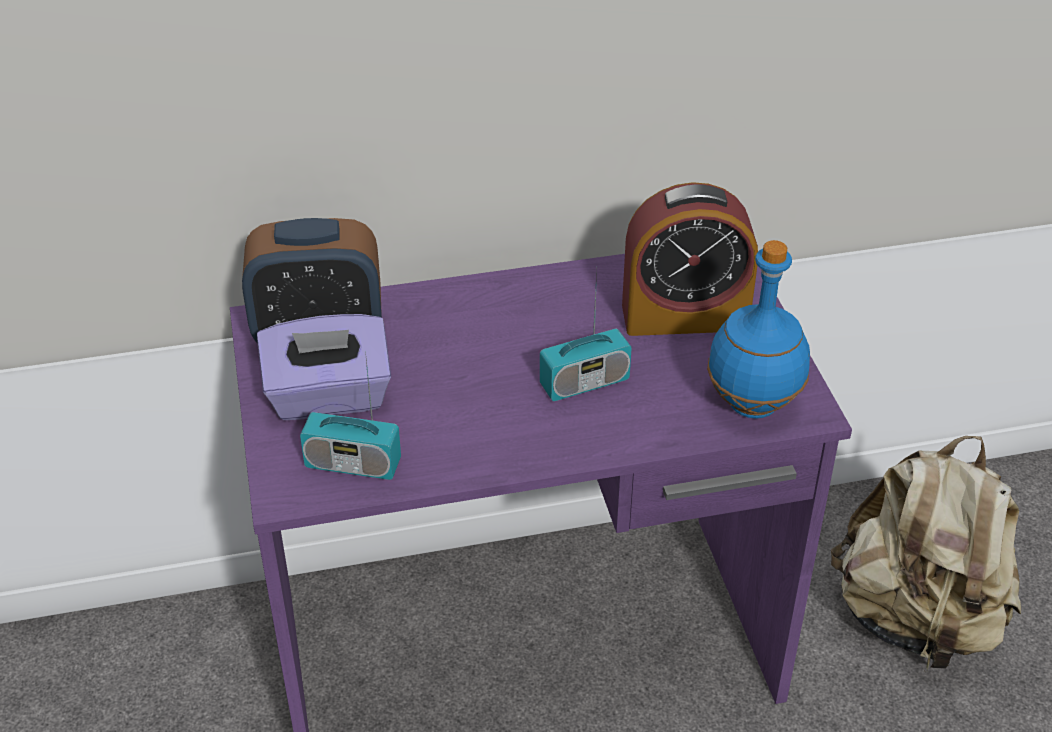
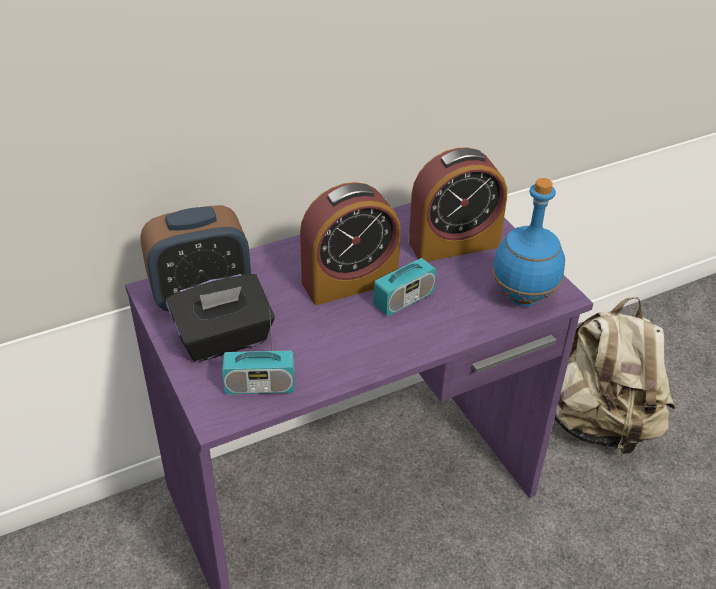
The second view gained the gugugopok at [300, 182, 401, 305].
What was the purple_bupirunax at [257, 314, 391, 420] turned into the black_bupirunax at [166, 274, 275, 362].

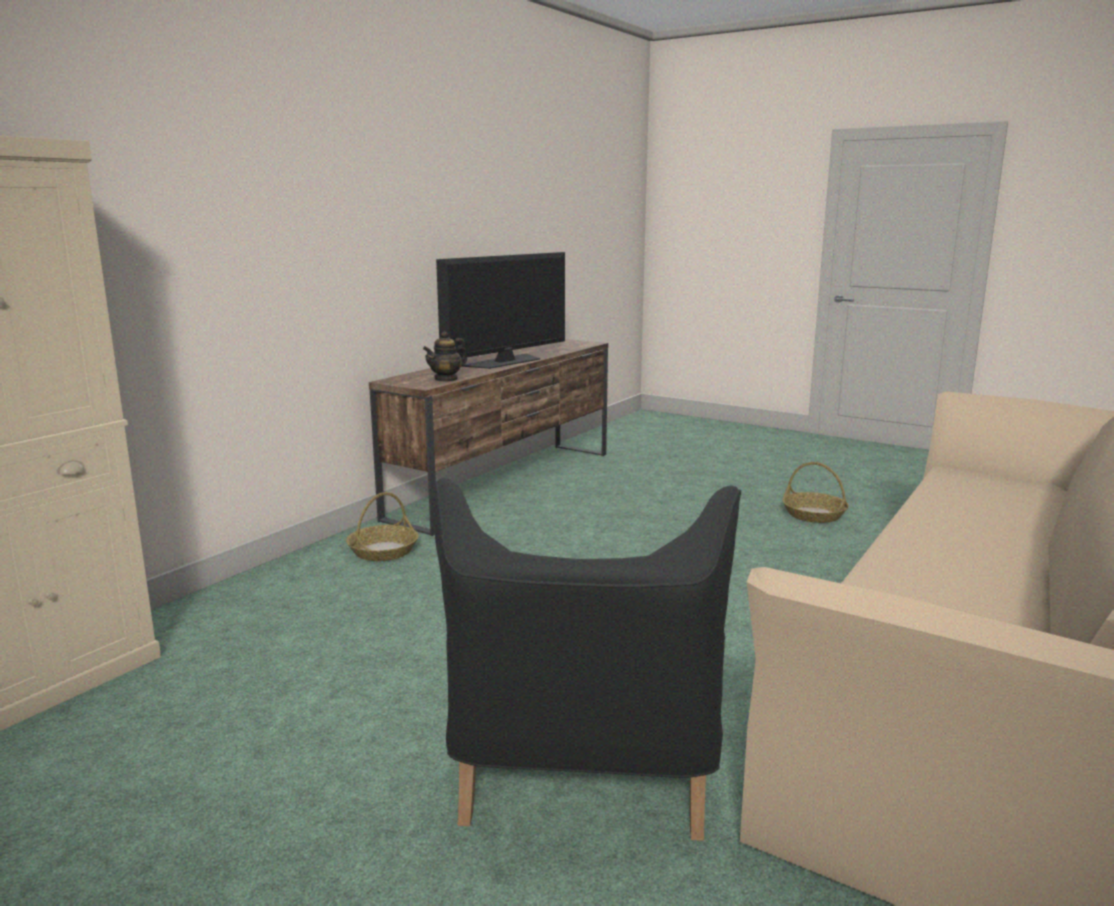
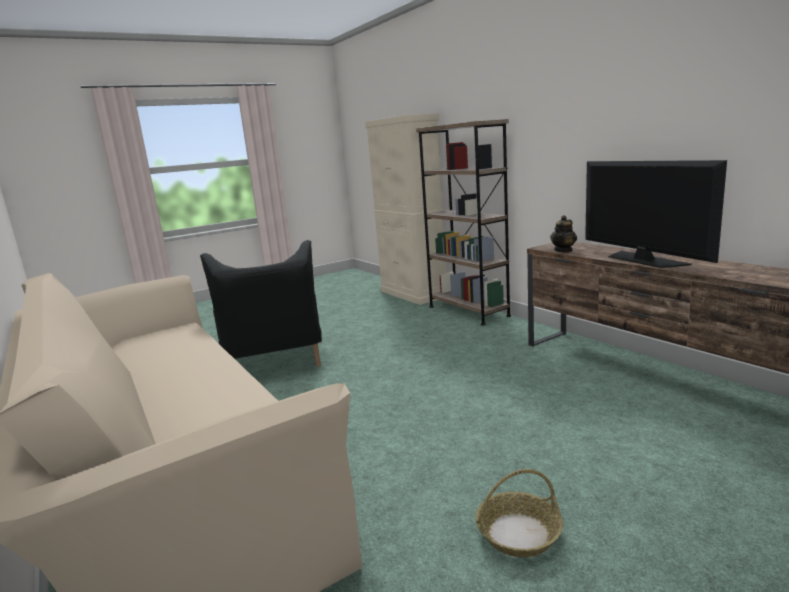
The second view lost the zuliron at [346, 492, 418, 561].
The second view gained the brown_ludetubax at [416, 119, 511, 326].
The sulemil at [423, 331, 467, 382] ended up facing another way, 120 degrees counterclockwise from before.
The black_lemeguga at [434, 478, 741, 841] ended up facing another way, 135 degrees counterclockwise from before.

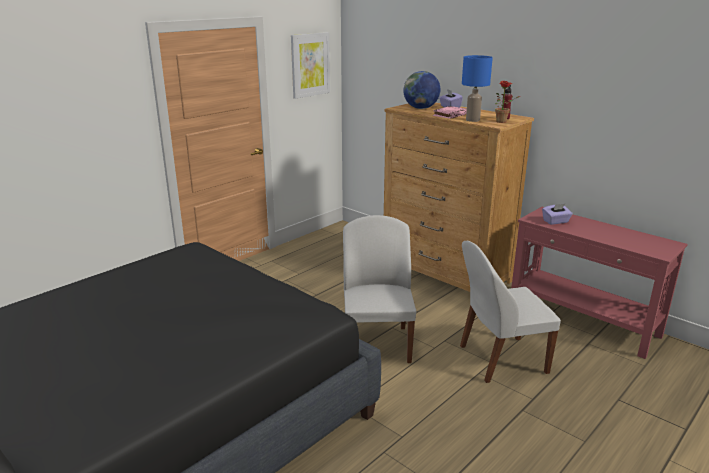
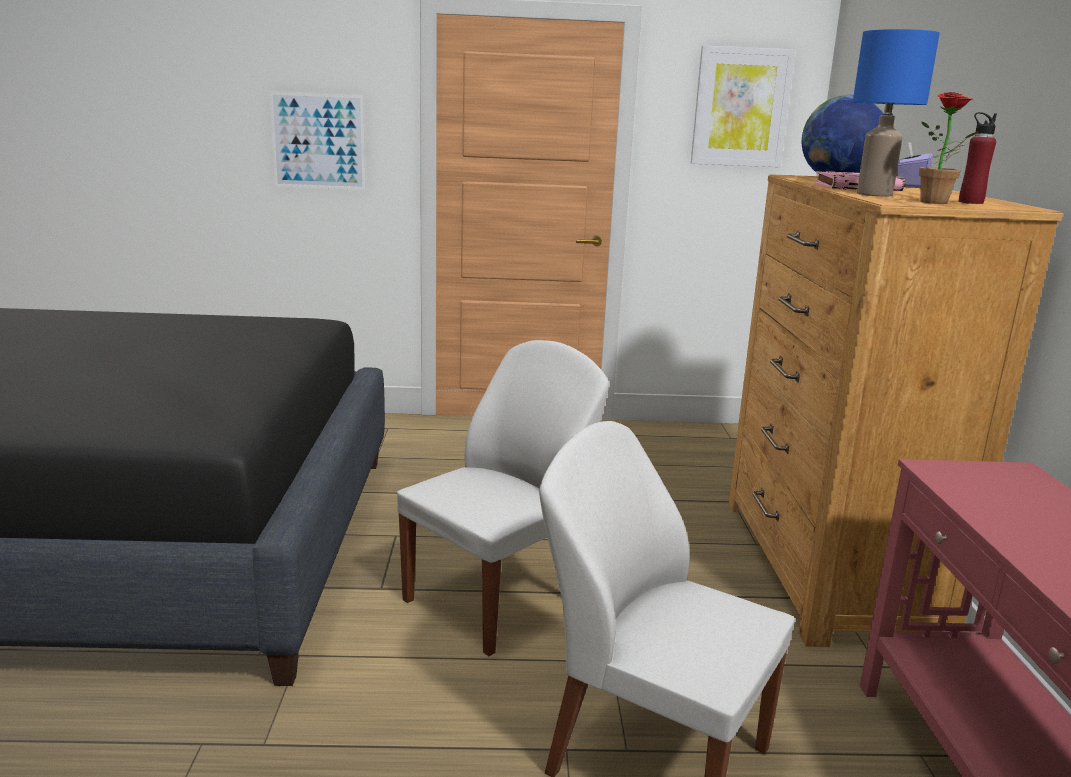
The second view lost the purple_bupirunax at [542, 204, 573, 225].
The second view gained the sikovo at [270, 91, 366, 190].

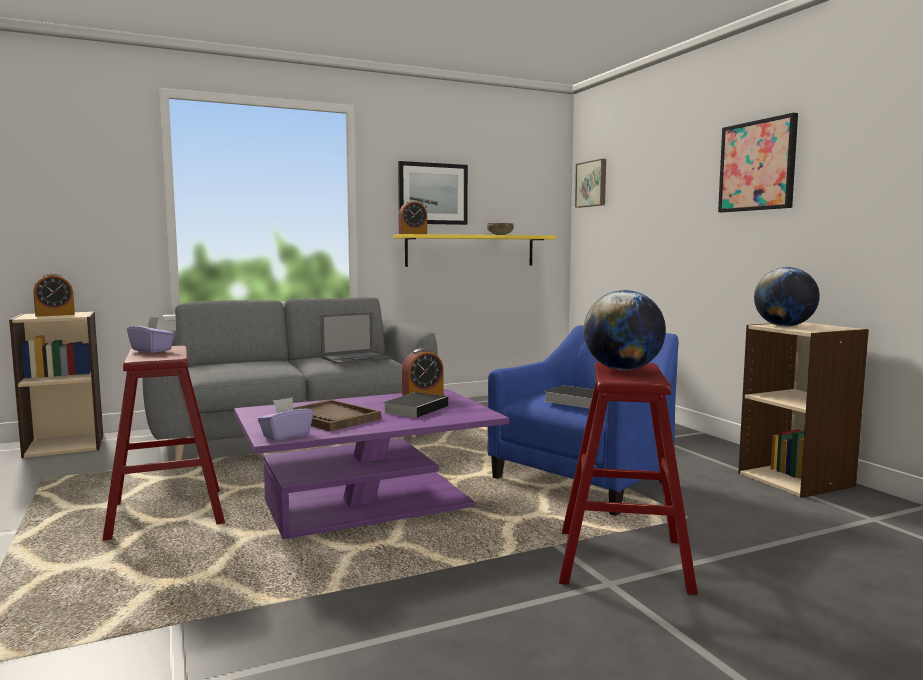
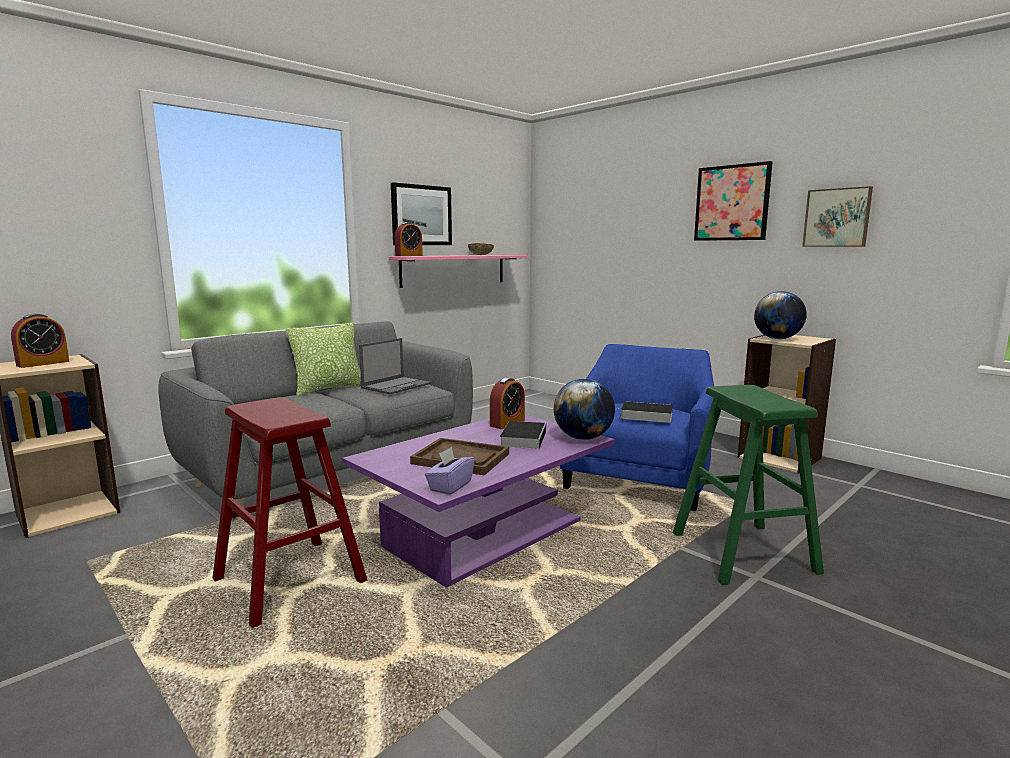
The second view lost the purple_bupirunax at [127, 317, 175, 353].
The second view gained the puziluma at [285, 323, 361, 396].
The sikovo ended up elsewhere, having gone from [575, 159, 606, 208] to [802, 186, 873, 247].
The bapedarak ended up elsewhere, having gone from [584, 290, 666, 370] to [554, 379, 615, 440].
What was the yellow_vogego at [393, 234, 556, 267] turned into the pink_vogego at [389, 255, 527, 288].
What was the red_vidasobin at [559, 362, 698, 595] turned into the green_vidasobin at [673, 385, 824, 585].

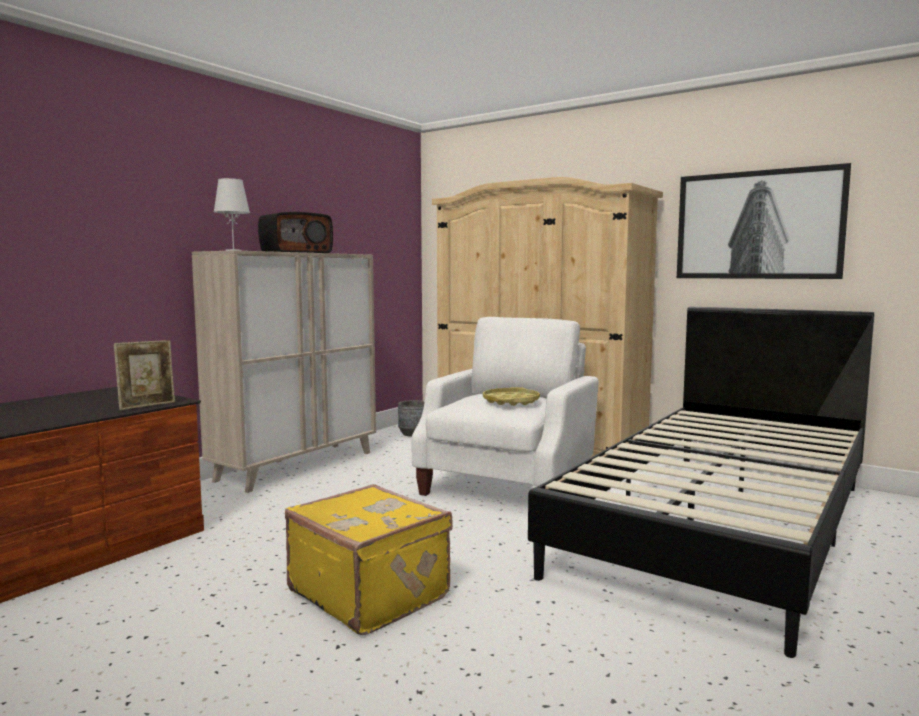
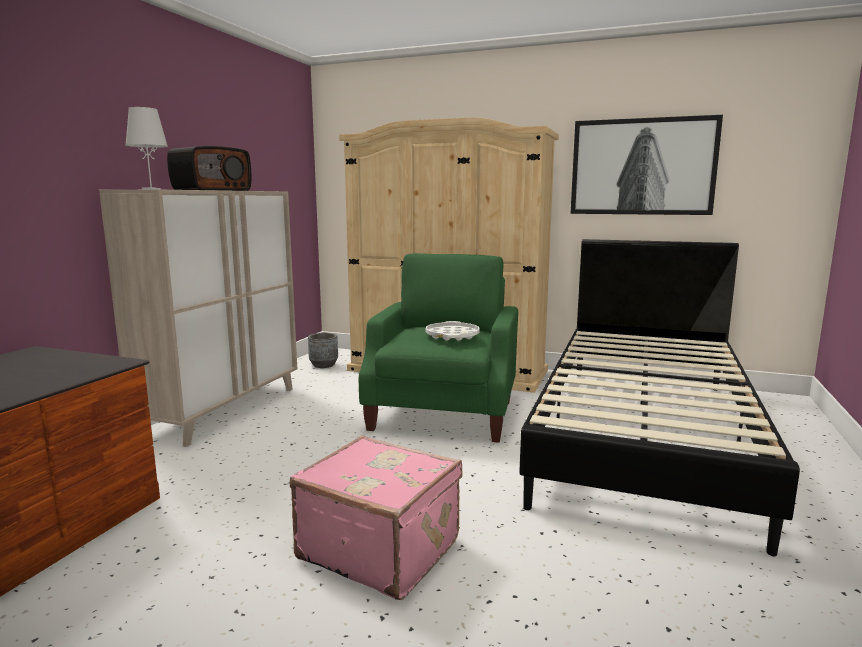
The second view lost the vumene at [114, 340, 175, 410].
What was the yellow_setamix at [285, 484, 453, 635] turned into the pink_setamix at [290, 435, 463, 600].
What was the white_lemeguga at [412, 317, 599, 496] turned into the green_lemeguga at [359, 253, 518, 443].
What was the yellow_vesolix at [483, 387, 540, 406] turned into the white_vesolix at [426, 321, 480, 341].

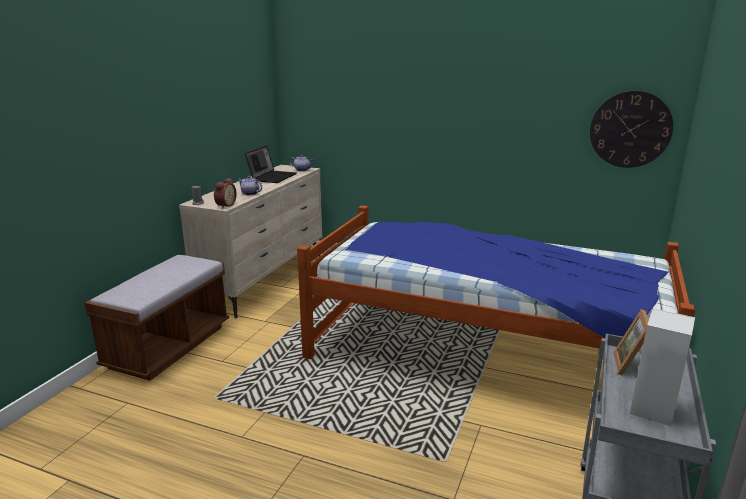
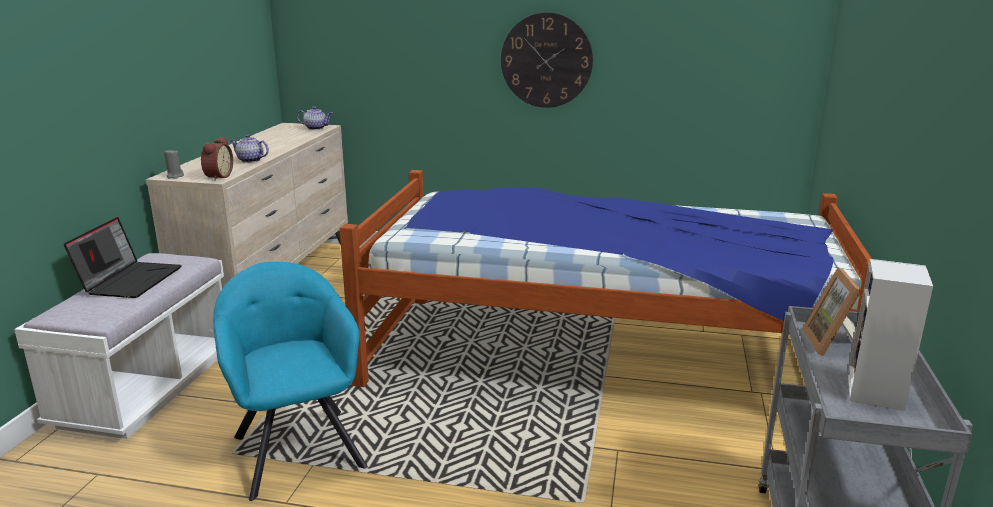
The second view gained the turquoise_lemeguga at [213, 262, 368, 501].
The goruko ended up elsewhere, having gone from [245, 146, 297, 183] to [64, 217, 182, 298].
The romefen ended up elsewhere, having gone from [590, 91, 673, 168] to [501, 12, 593, 108].
What was the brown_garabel at [85, 255, 229, 381] turned into the white_garabel at [14, 253, 224, 439].

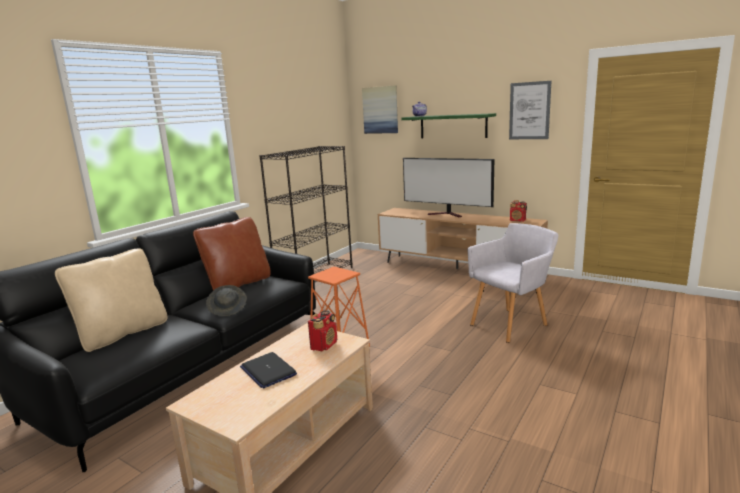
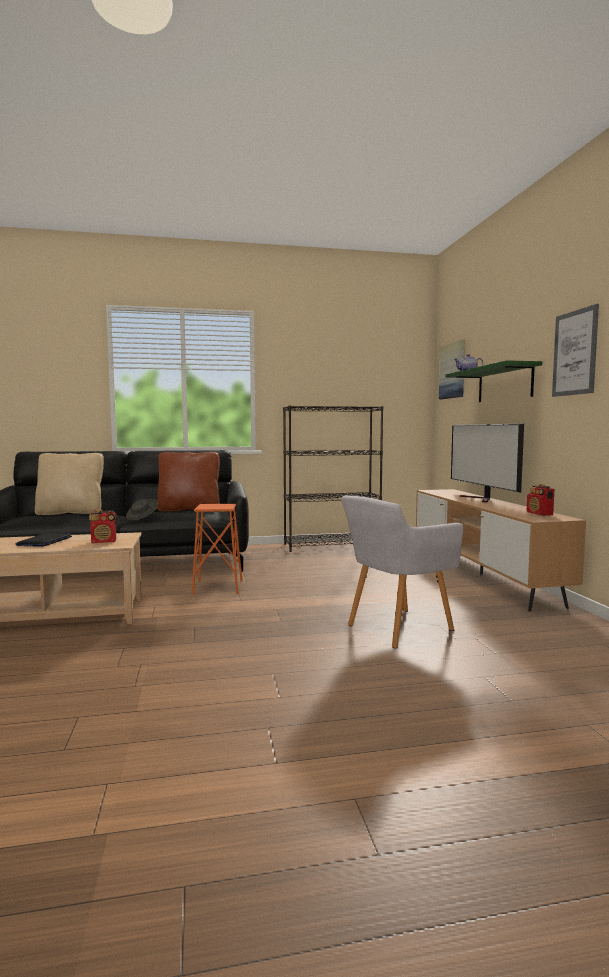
The grey_lemeguga at [468, 223, 559, 343] ended up facing another way, 135 degrees clockwise from before.

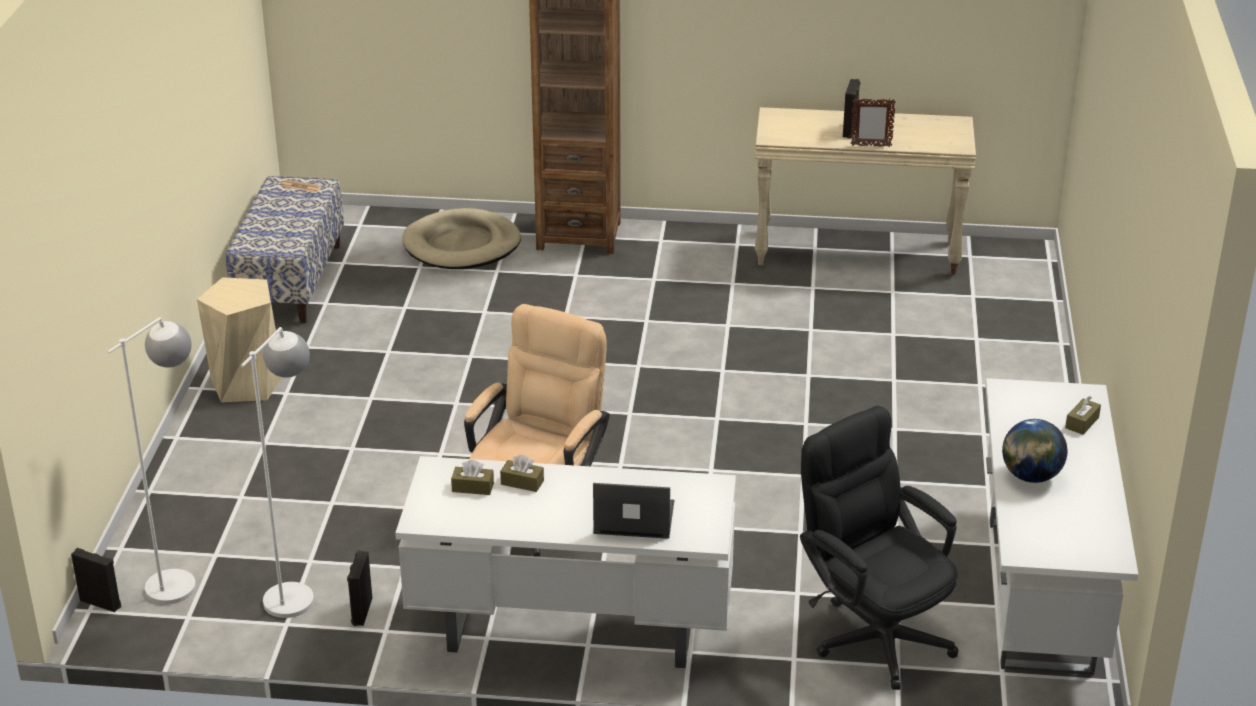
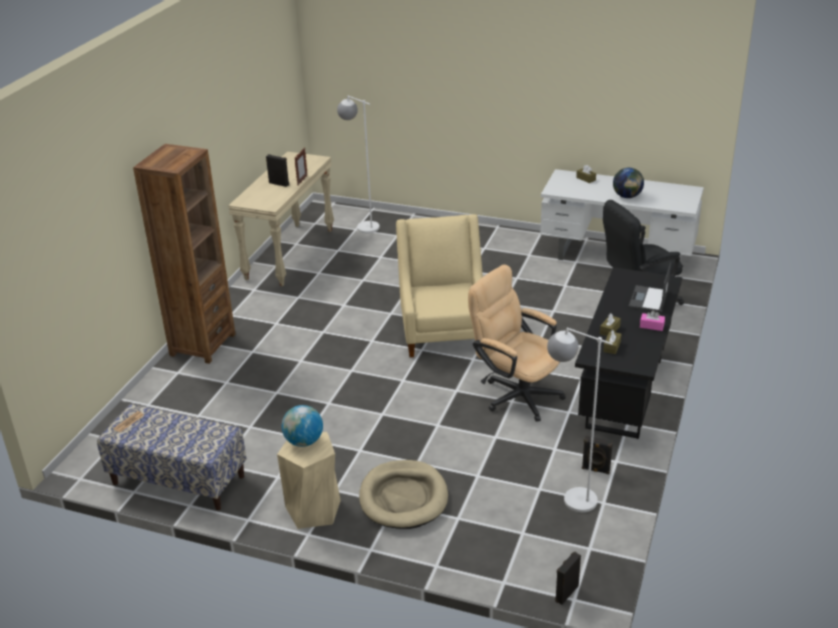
The second view gained the bapedarak at [282, 405, 323, 447].
The second view gained the beige_lemeguga at [396, 214, 483, 357].
The second view gained the pink_bupirunax at [640, 310, 665, 331].
The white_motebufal ended up elsewhere, having gone from [107, 317, 196, 604] to [337, 96, 380, 233].
The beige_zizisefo ended up elsewhere, having gone from [402, 208, 521, 269] to [359, 460, 448, 529].
What was the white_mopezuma at [395, 456, 736, 668] turned into the black_mopezuma at [575, 267, 683, 439].

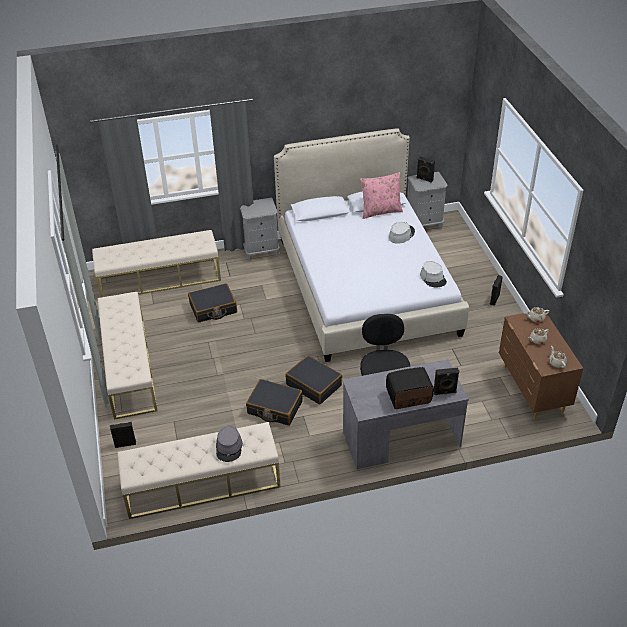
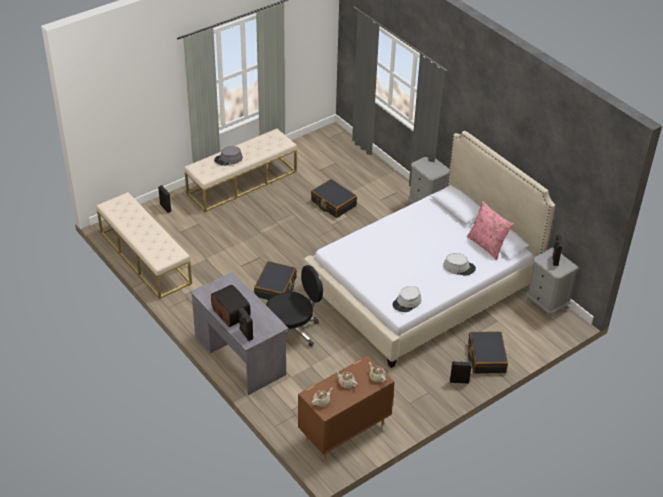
The second view lost the beige_garabel at [92, 230, 221, 297].
The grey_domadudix ended up elsewhere, having gone from [216, 426, 243, 462] to [214, 146, 243, 166].
The black_setamix ended up elsewhere, having gone from [246, 379, 303, 426] to [468, 331, 508, 374].

